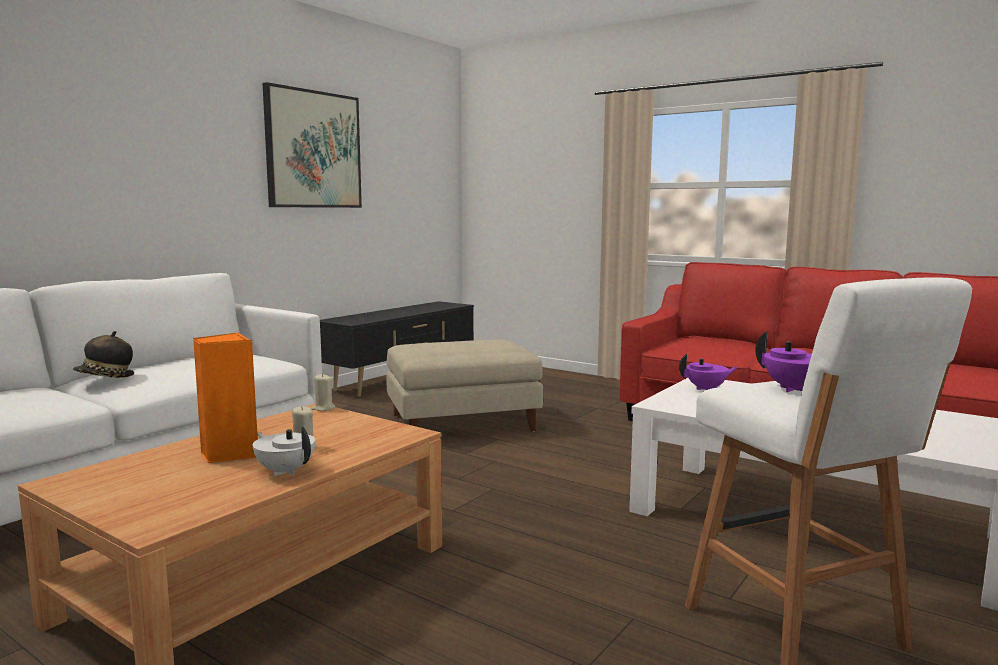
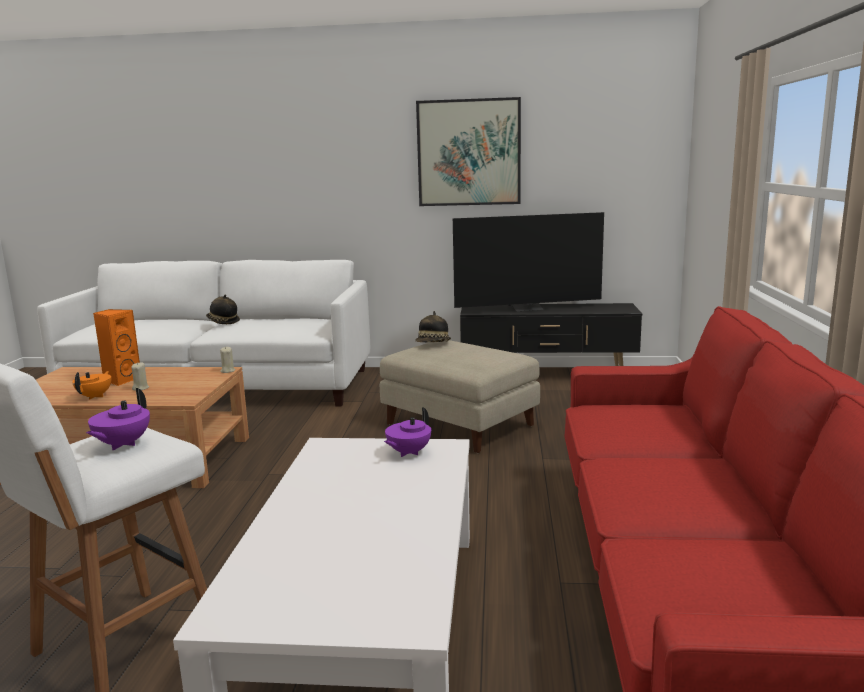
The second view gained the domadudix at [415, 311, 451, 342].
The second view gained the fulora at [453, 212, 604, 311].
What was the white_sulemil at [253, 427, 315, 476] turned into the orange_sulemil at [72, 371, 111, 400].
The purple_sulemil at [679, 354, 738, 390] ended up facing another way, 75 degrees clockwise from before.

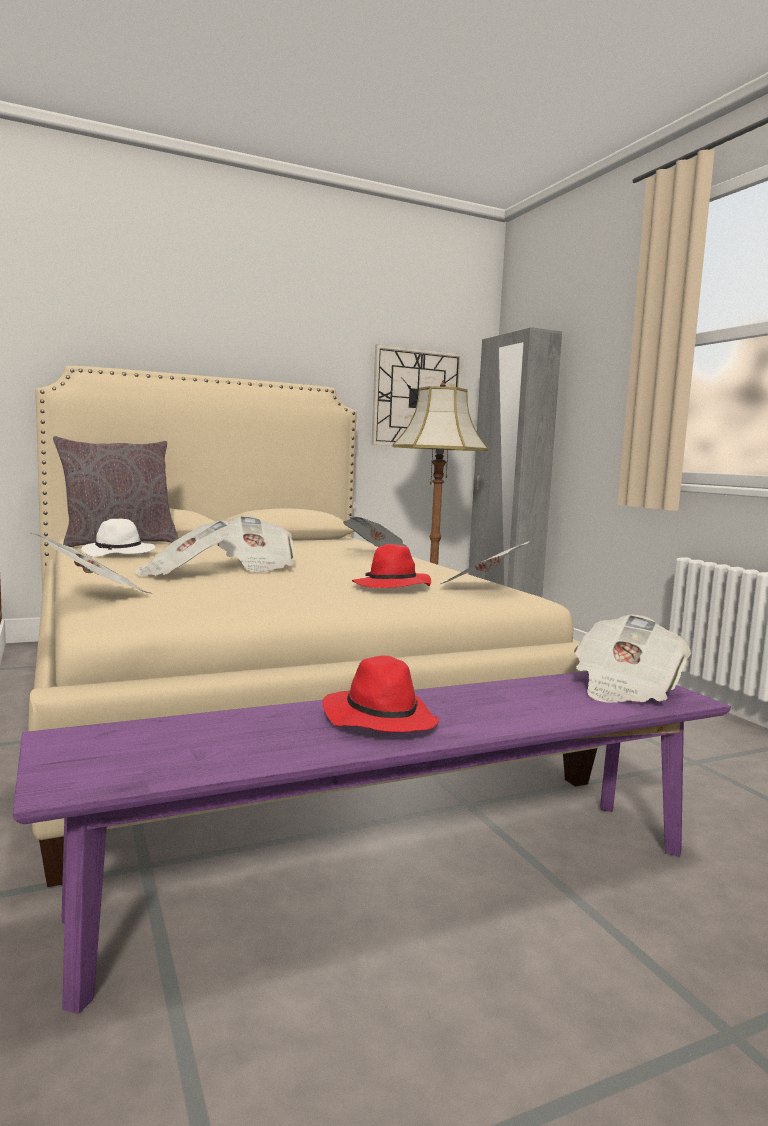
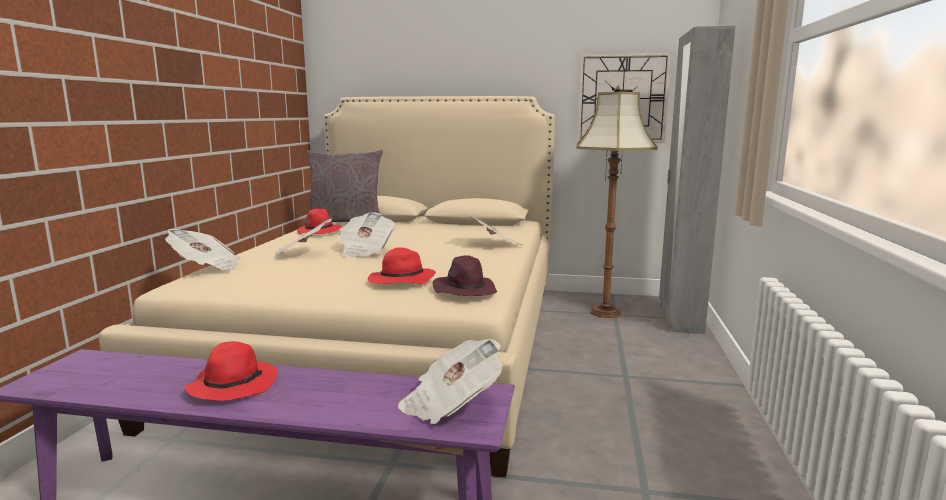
Where the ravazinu stood at [441, 541, 530, 584], the purple_domadudix came to stand at [433, 255, 497, 296].
What was the white_domadudix at [81, 519, 155, 557] turned into the red_domadudix at [297, 209, 342, 235].

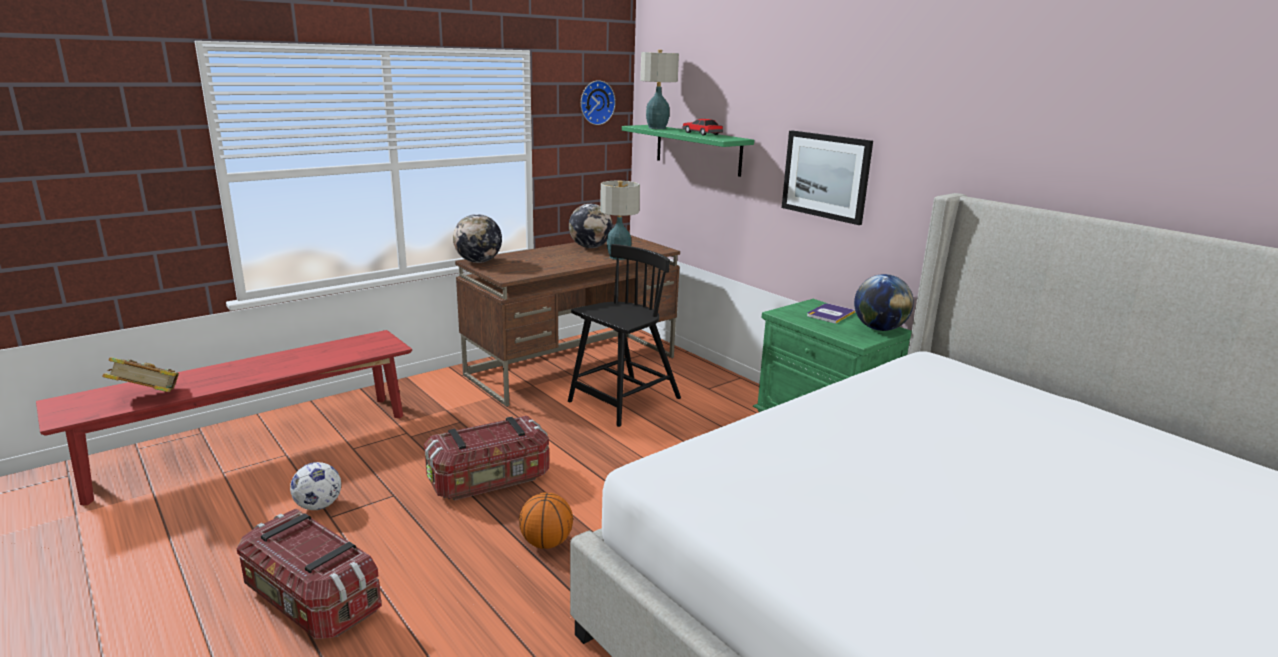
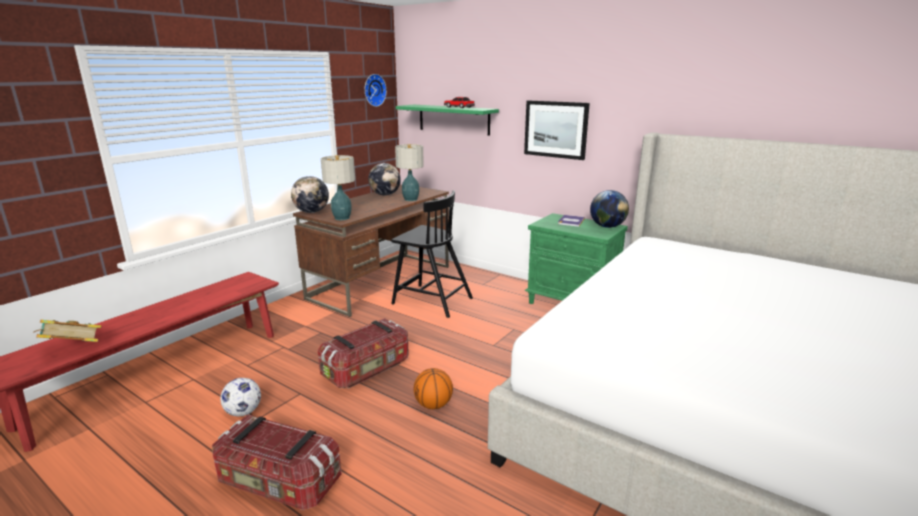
The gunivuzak ended up elsewhere, having gone from [640, 50, 679, 129] to [321, 155, 355, 220].
The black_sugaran at [568, 244, 681, 427] ended up facing another way, 90 degrees clockwise from before.

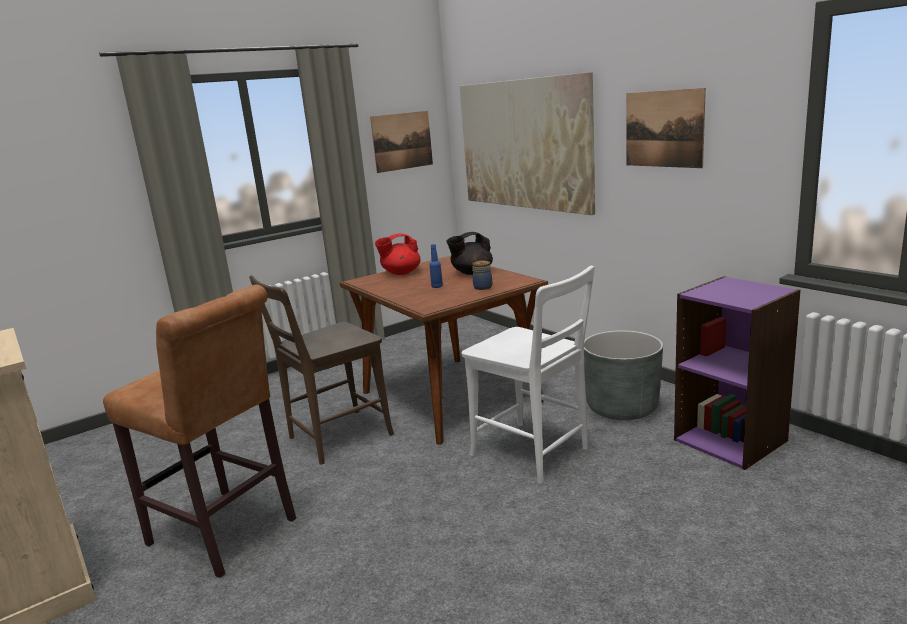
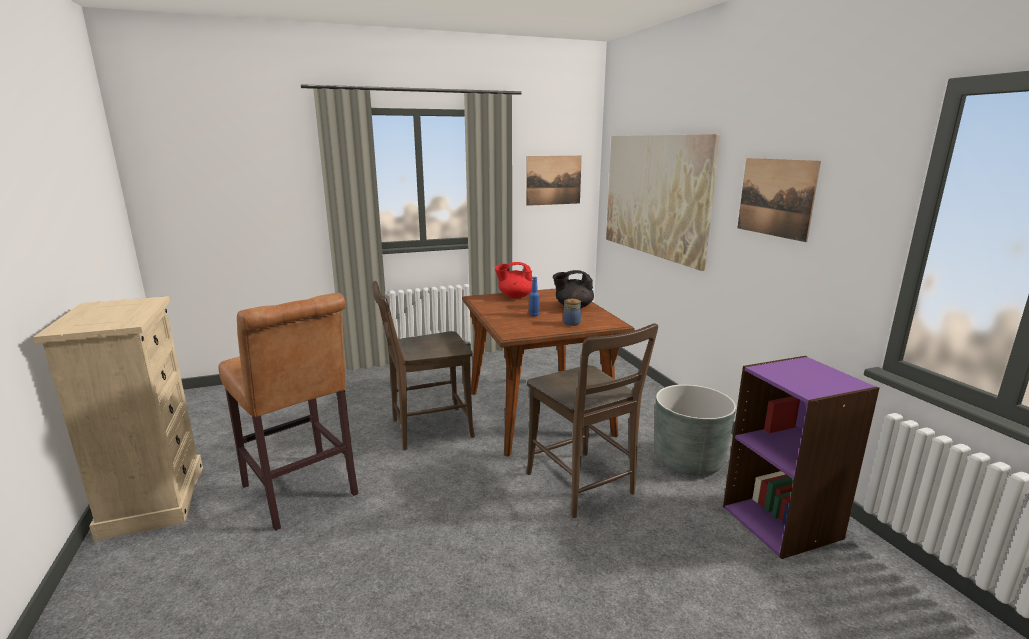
What was the white_sugaran at [461, 266, 595, 484] turned into the brown_sugaran at [526, 324, 658, 518].

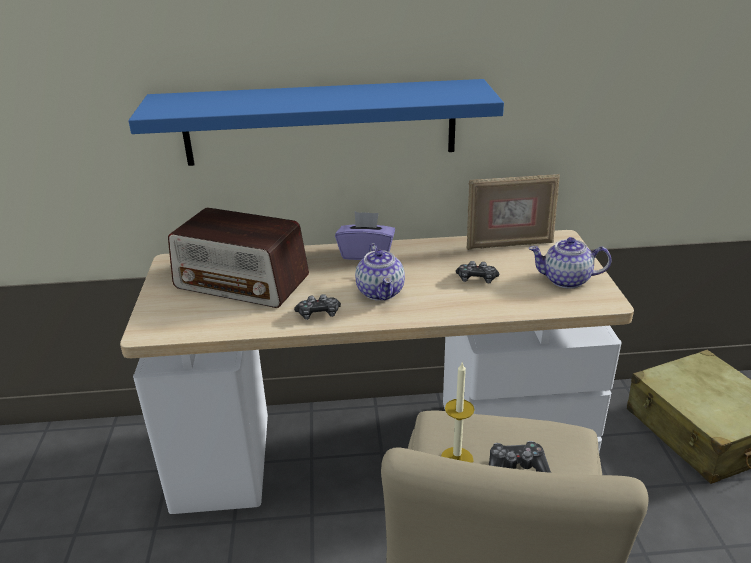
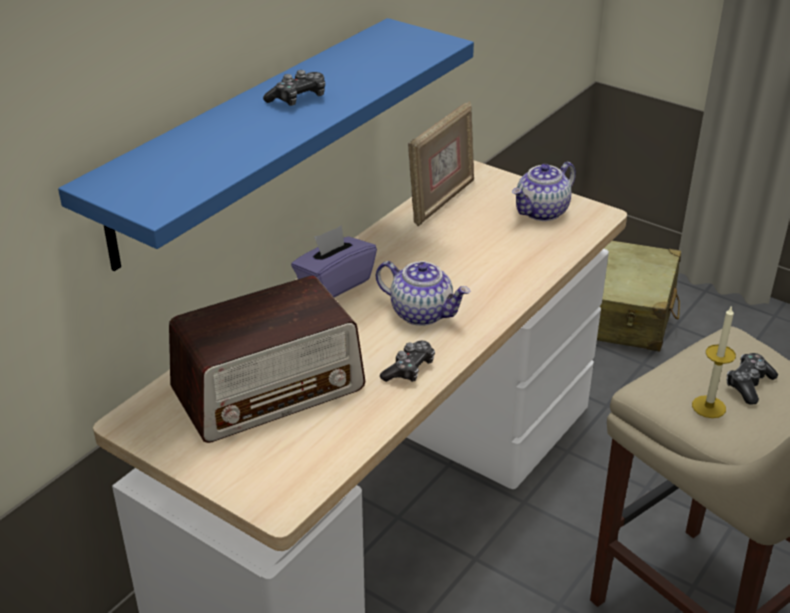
The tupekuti ended up elsewhere, having gone from [456, 261, 499, 284] to [263, 70, 325, 106].

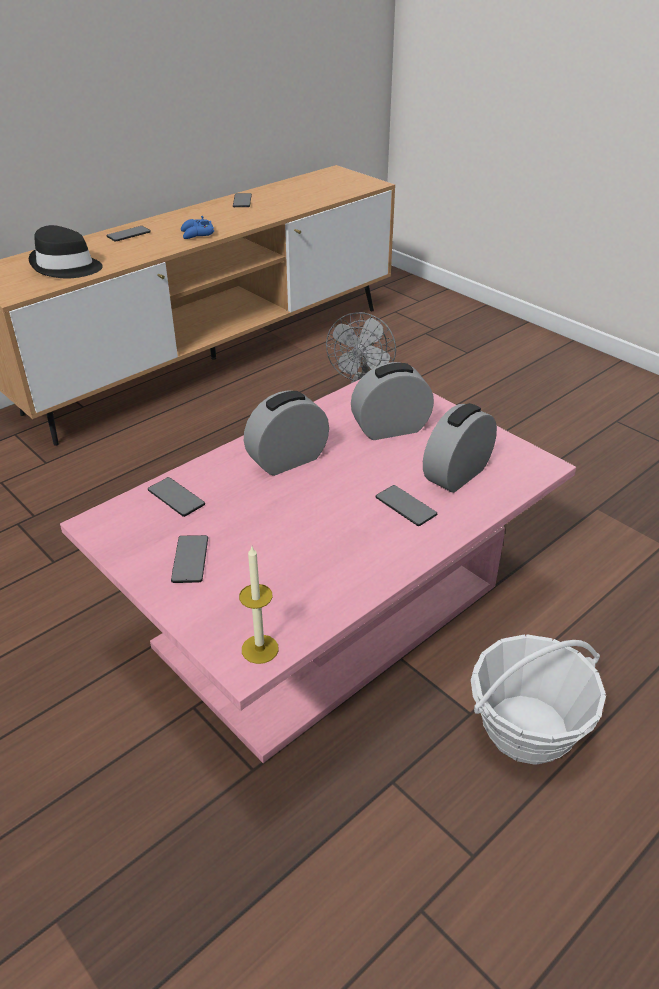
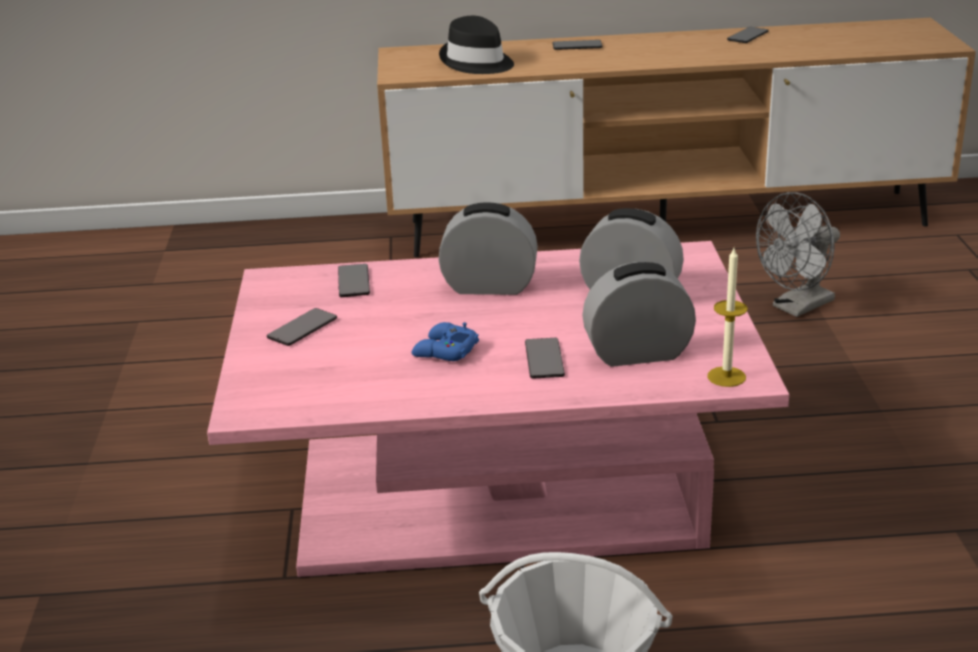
The blue_tupekuti ended up elsewhere, having gone from [181, 216, 214, 239] to [412, 322, 479, 361].
The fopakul ended up elsewhere, having gone from [239, 547, 279, 664] to [707, 248, 747, 387].

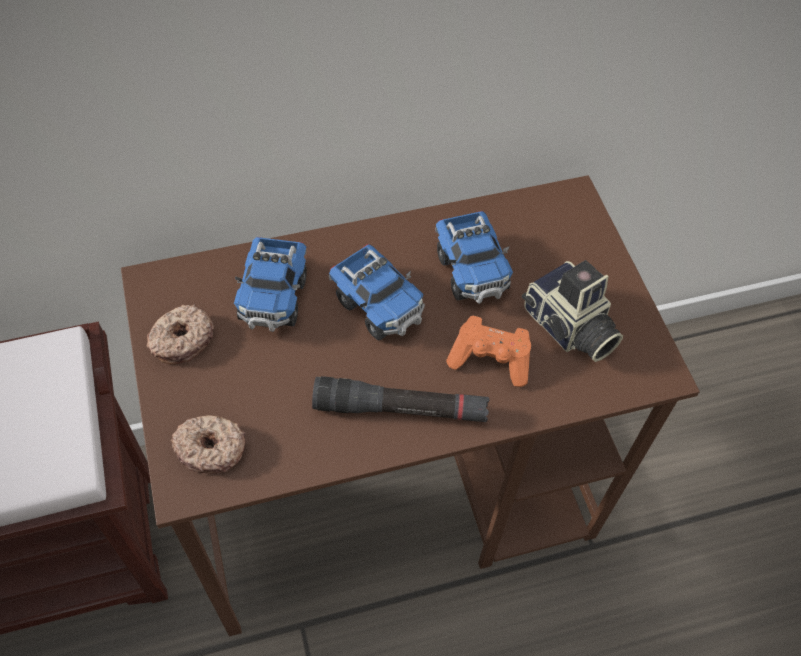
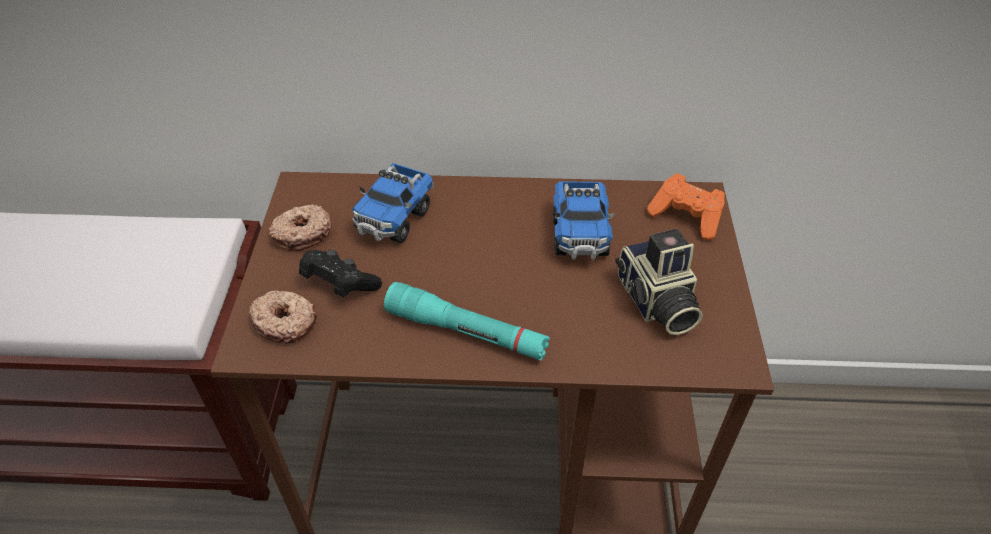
The second view lost the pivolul at [329, 244, 425, 340].
The second view gained the black_tupekuti at [299, 250, 382, 297].
The orange_tupekuti ended up elsewhere, having gone from [446, 316, 531, 387] to [647, 173, 725, 240].
What was the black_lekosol at [312, 376, 490, 422] turned into the turquoise_lekosol at [384, 282, 550, 360].

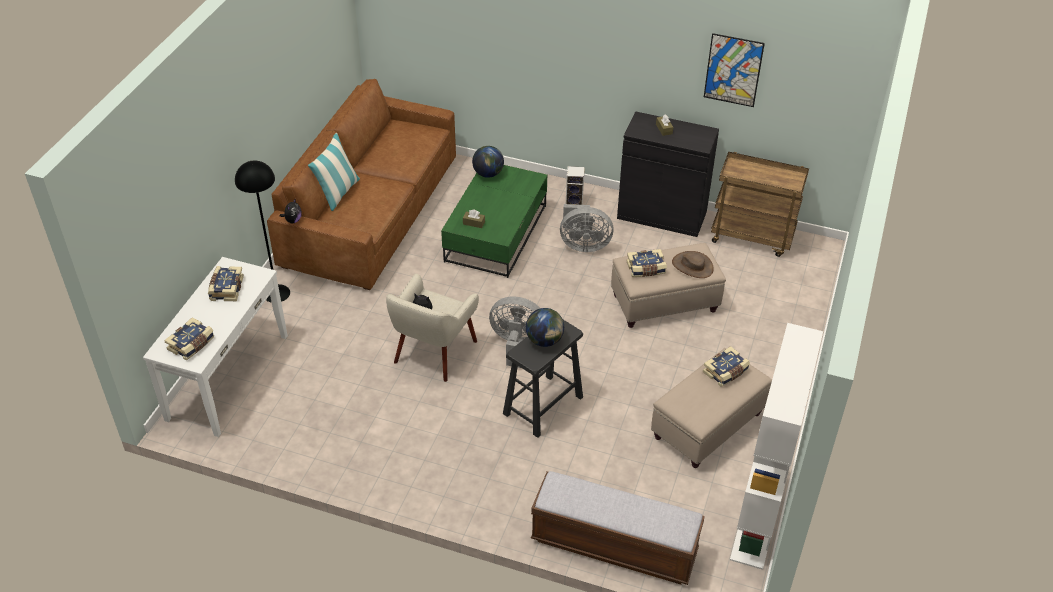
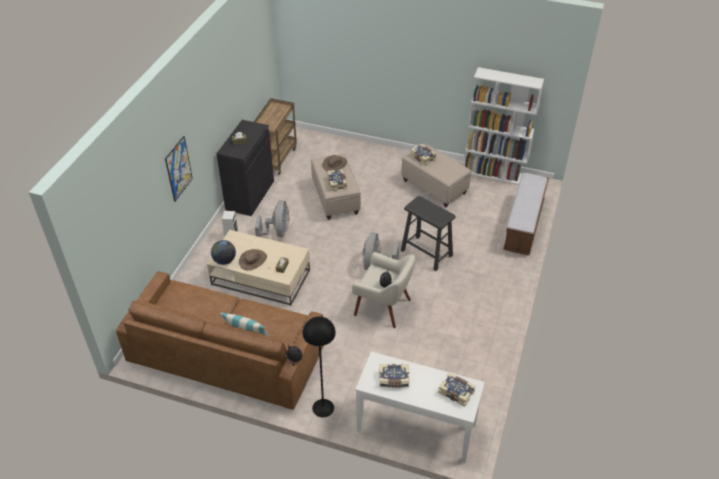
The second view lost the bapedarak at [526, 308, 564, 347].
The second view gained the brown_domadudix at [239, 249, 267, 270].
The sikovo ended up elsewhere, having gone from [704, 33, 765, 107] to [165, 136, 193, 202].
What was the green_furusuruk at [441, 165, 547, 278] turned into the beige_furusuruk at [207, 230, 310, 306].

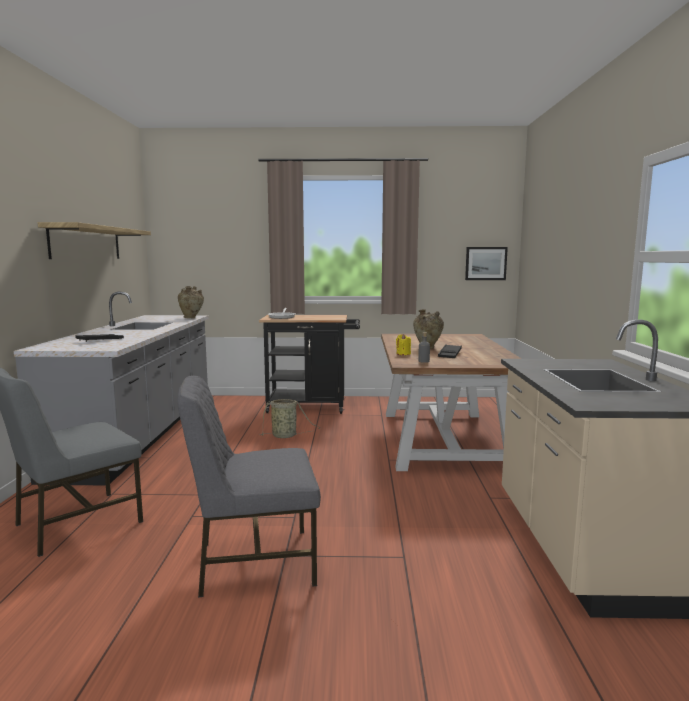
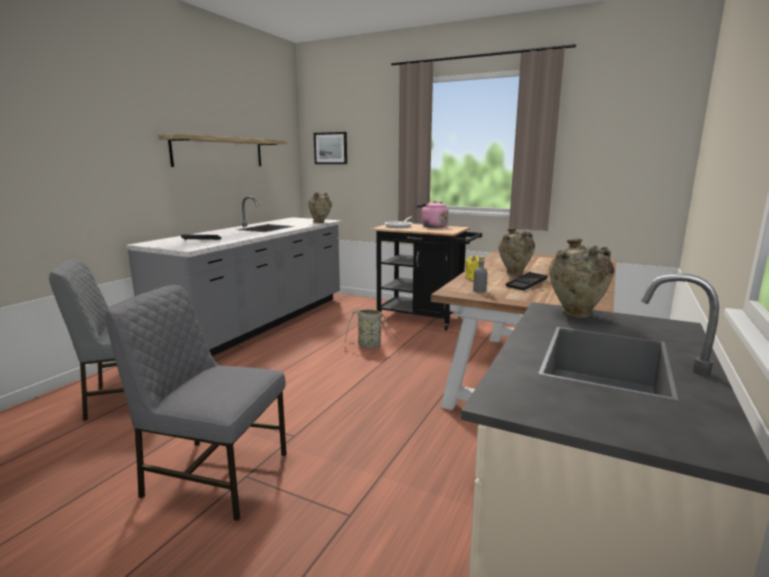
The second view gained the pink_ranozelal at [417, 201, 448, 228].
The second view gained the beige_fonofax at [549, 239, 614, 318].
The sikovo ended up elsewhere, having gone from [465, 247, 508, 280] to [314, 132, 347, 164].

